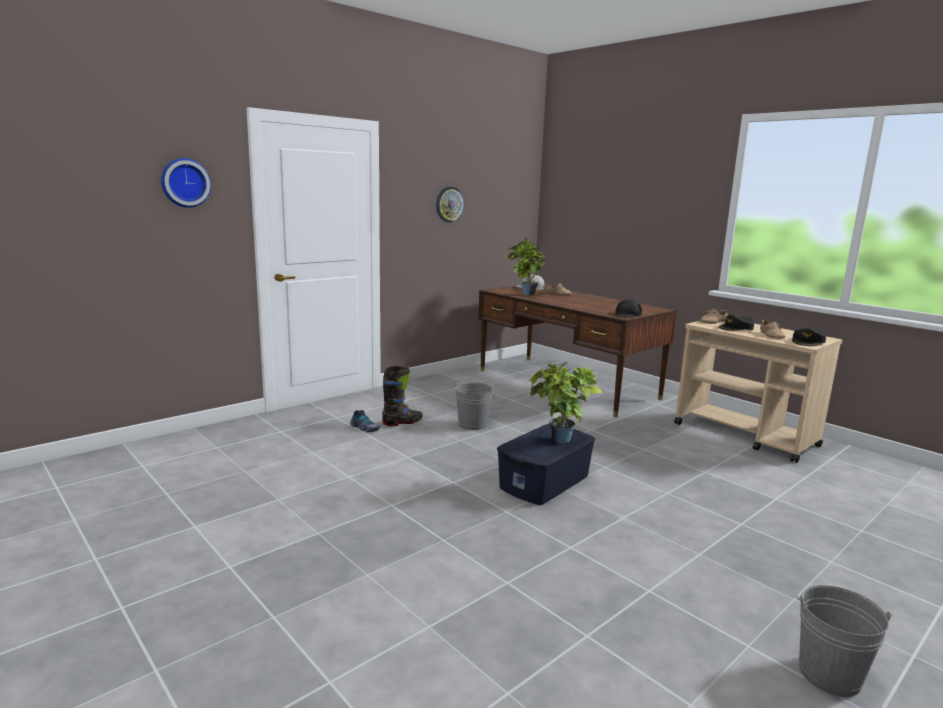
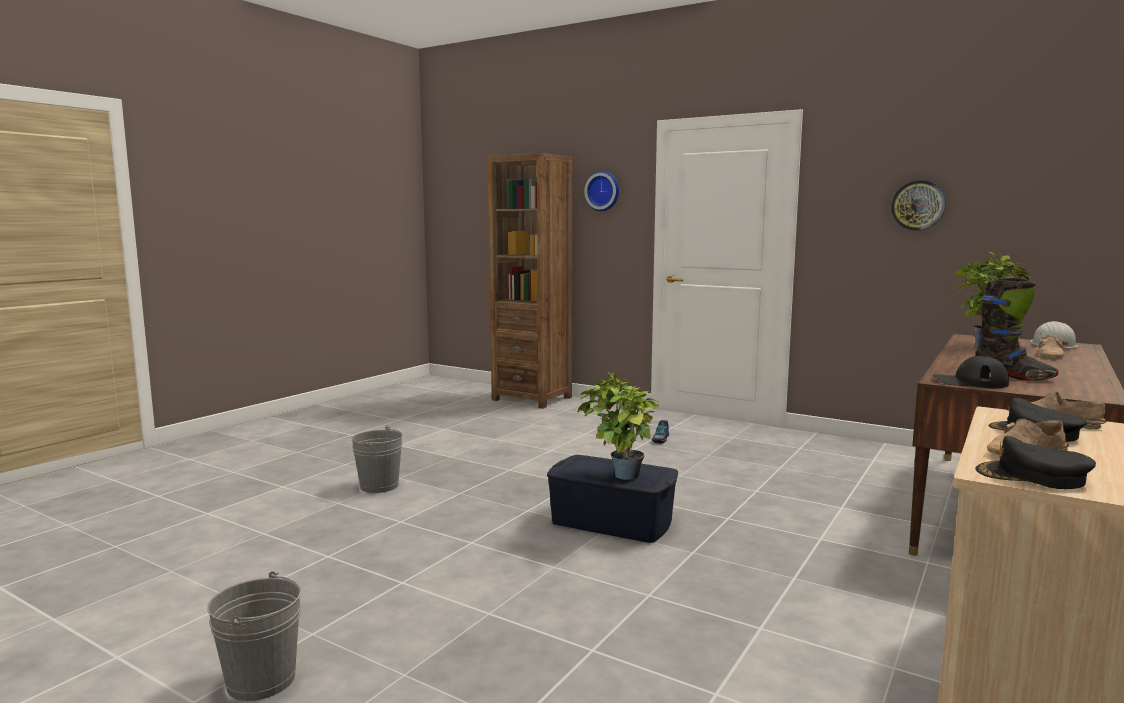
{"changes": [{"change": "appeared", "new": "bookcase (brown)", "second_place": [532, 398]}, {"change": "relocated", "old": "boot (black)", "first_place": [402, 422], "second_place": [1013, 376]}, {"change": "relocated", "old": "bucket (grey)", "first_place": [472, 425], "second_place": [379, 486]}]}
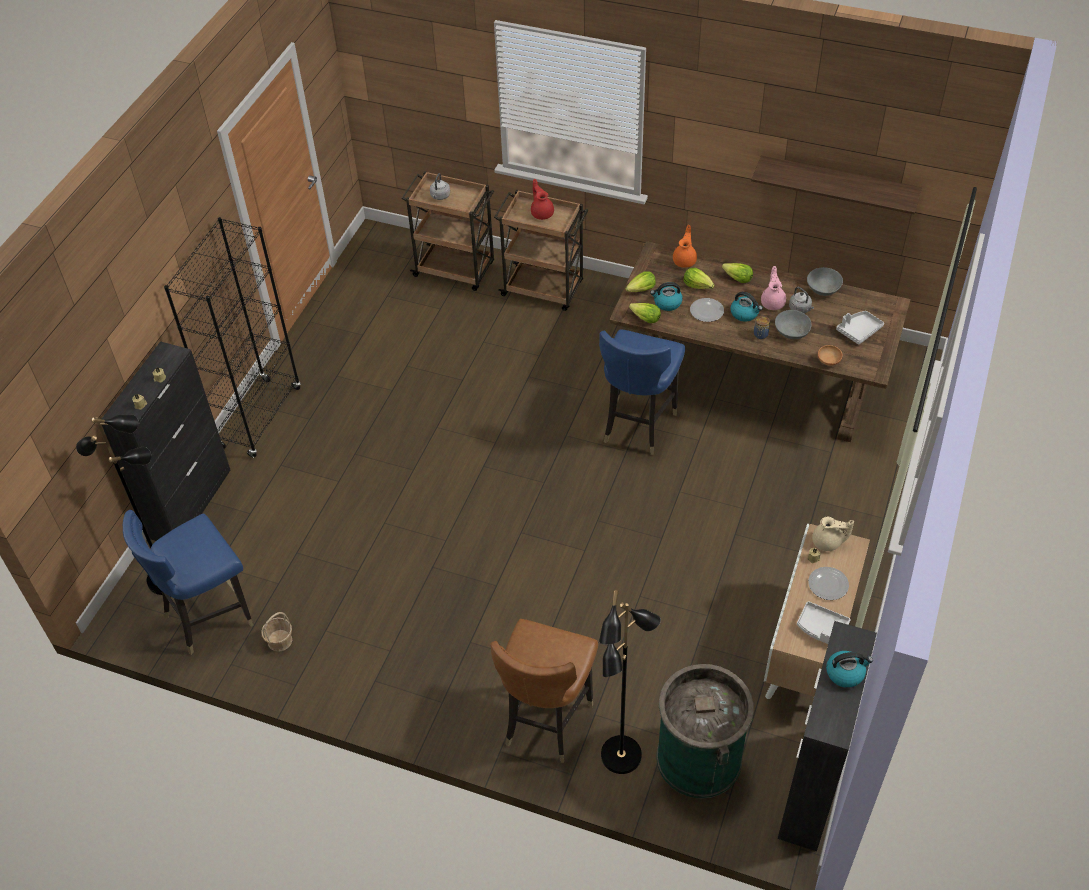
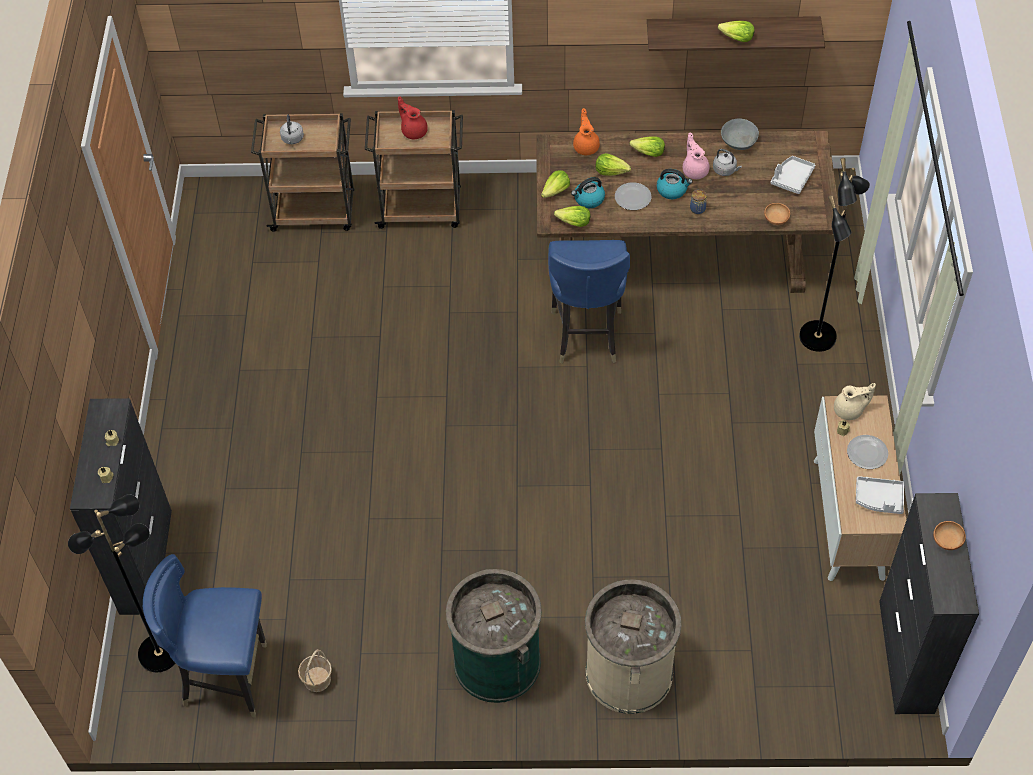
{"changes": [{"change": "missing", "old": "bookcase (black)", "first_place": [260, 417]}, {"change": "missing", "old": "bowl (grey)", "first_place": [791, 332]}, {"change": "appeared", "new": "lettuce", "second_place": [736, 38]}, {"change": "relocated", "old": "floor lamp (black)", "first_place": [622, 756], "second_place": [818, 337]}, {"change": "relocated", "old": "trash can (green)", "first_place": [698, 758], "second_place": [497, 662]}, {"change": "exchanged", "old": "chair (brown)", "new": "trash can (beige)", "first_place": [546, 721], "second_place": [629, 673]}, {"change": "exchanged", "old": "kettle", "new": "bowl (brown)", "first_place": [845, 673], "second_place": [946, 541]}, {"change": "spun", "old": "chair (blue)", "first_place": [209, 616], "second_place": [227, 678], "degrees": 60}]}
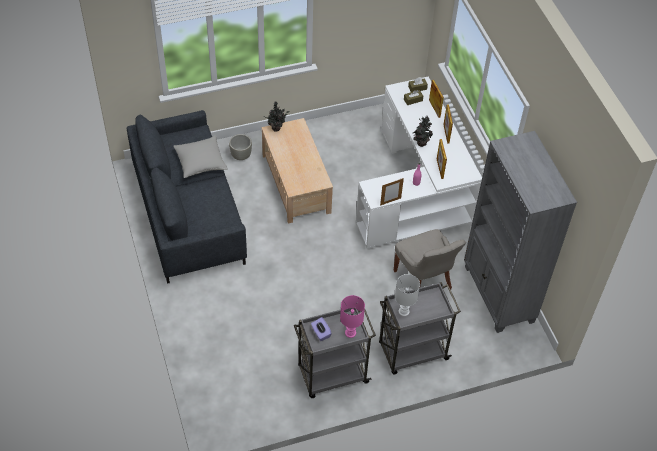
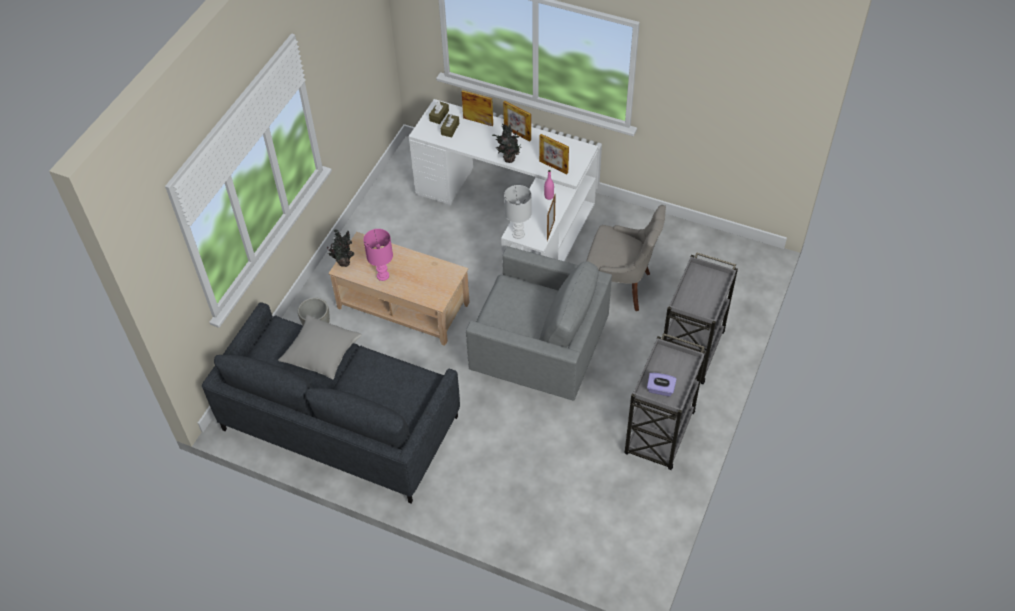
{"changes": [{"change": "missing", "old": "bookcase (grey)", "first_place": [498, 295]}, {"change": "appeared", "new": "armchair (grey)", "second_place": [538, 354]}, {"change": "relocated", "old": "table lamp (pink)", "first_place": [350, 333], "second_place": [382, 276]}, {"change": "relocated", "old": "table lamp (white)", "first_place": [404, 311], "second_place": [518, 233]}]}
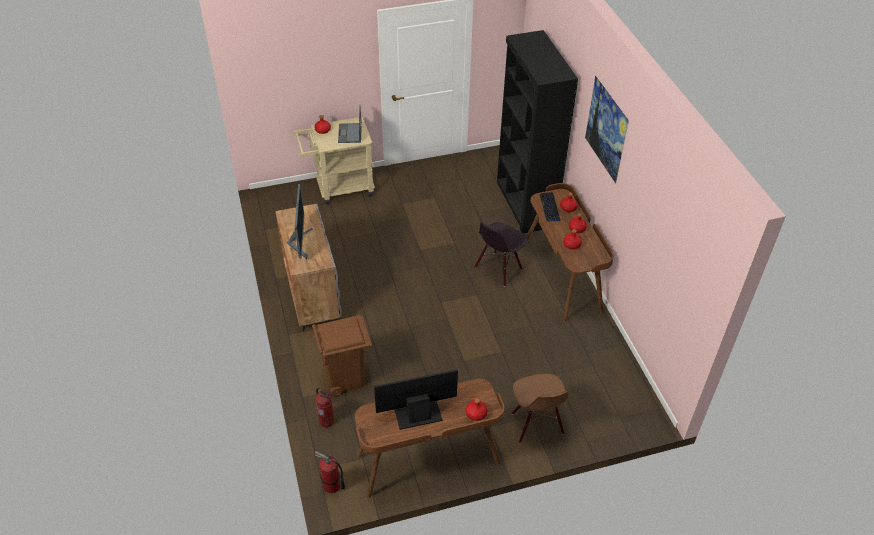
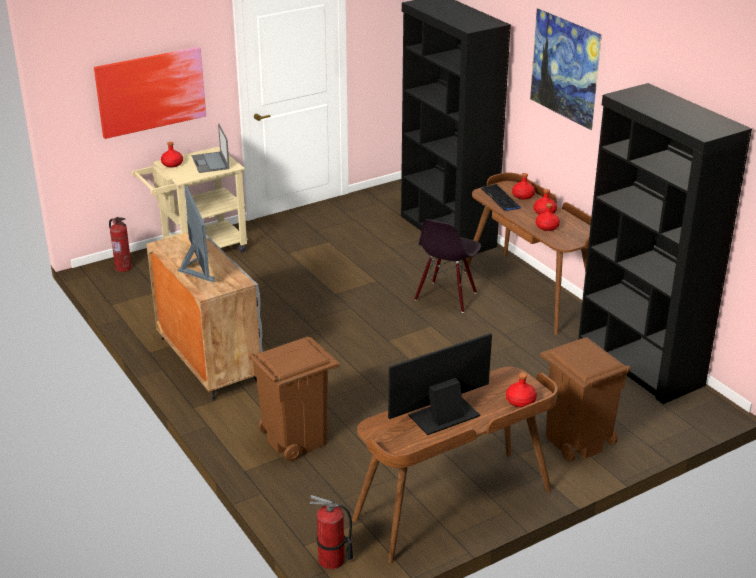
{"changes": [{"change": "appeared", "new": "picture", "second_place": [151, 91]}, {"change": "appeared", "new": "bookcase (black)", "second_place": [639, 363]}, {"change": "relocated", "old": "fire extinguisher", "first_place": [327, 421], "second_place": [123, 268]}, {"change": "exchanged", "old": "chair (brown)", "new": "trash can (brown)", "first_place": [536, 424], "second_place": [576, 440]}]}
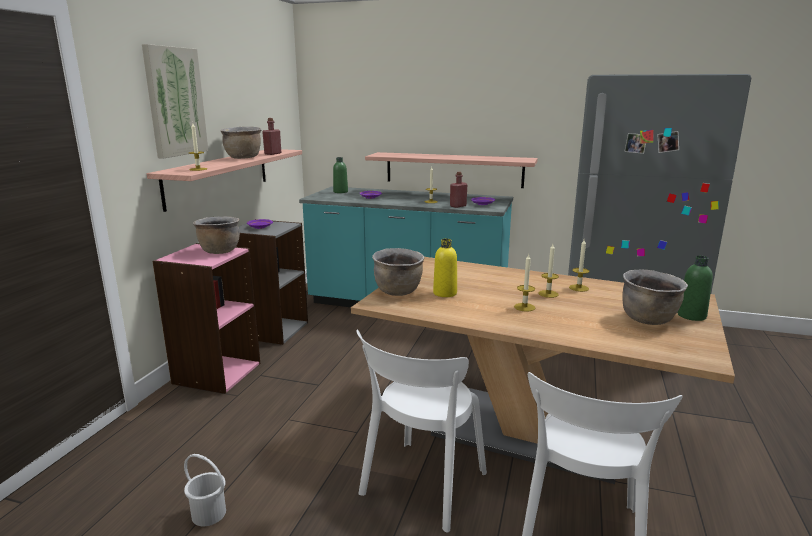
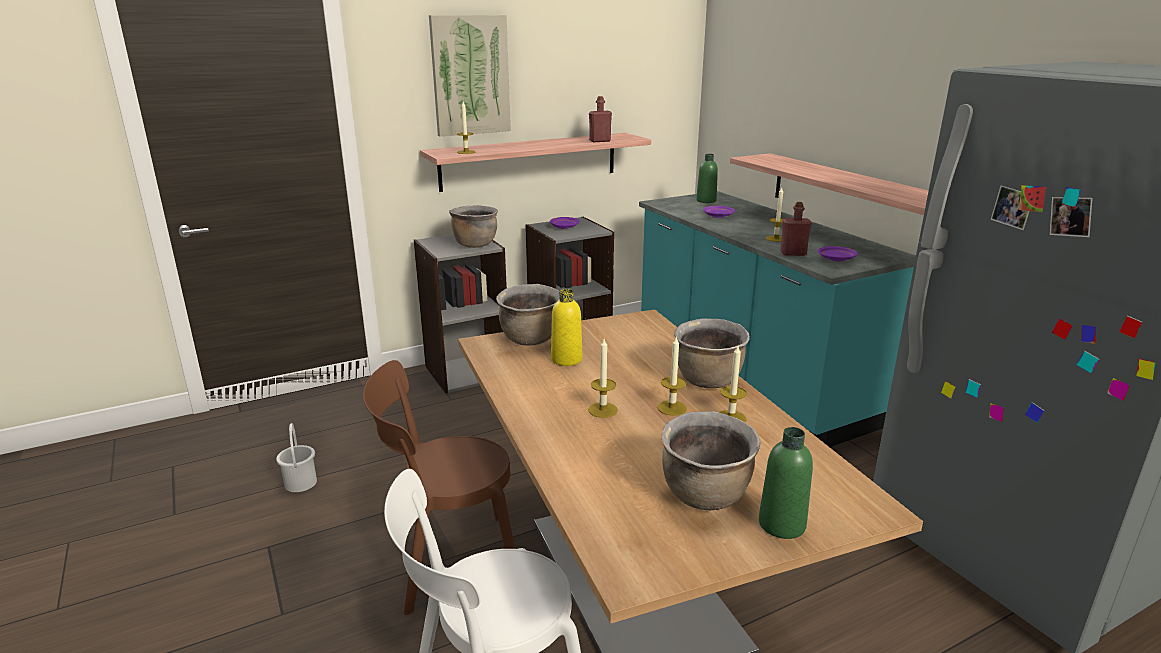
{"changes": [{"change": "relocated", "old": "cooking pot (brown)", "first_place": [243, 158], "second_place": [708, 381]}, {"change": "colour", "old": "bookcase (pink)", "new": "bookcase (grey)", "first_place": [216, 373], "second_place": [467, 372]}, {"change": "colour", "old": "chair (white)", "new": "chair (brown)", "first_place": [421, 486], "second_place": [450, 563]}]}
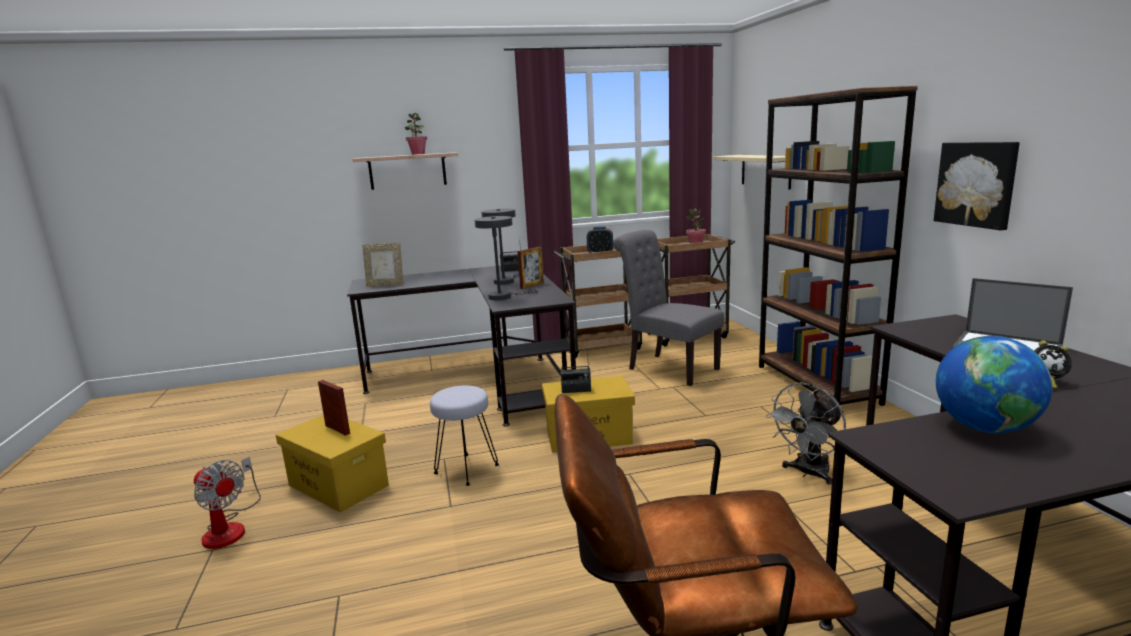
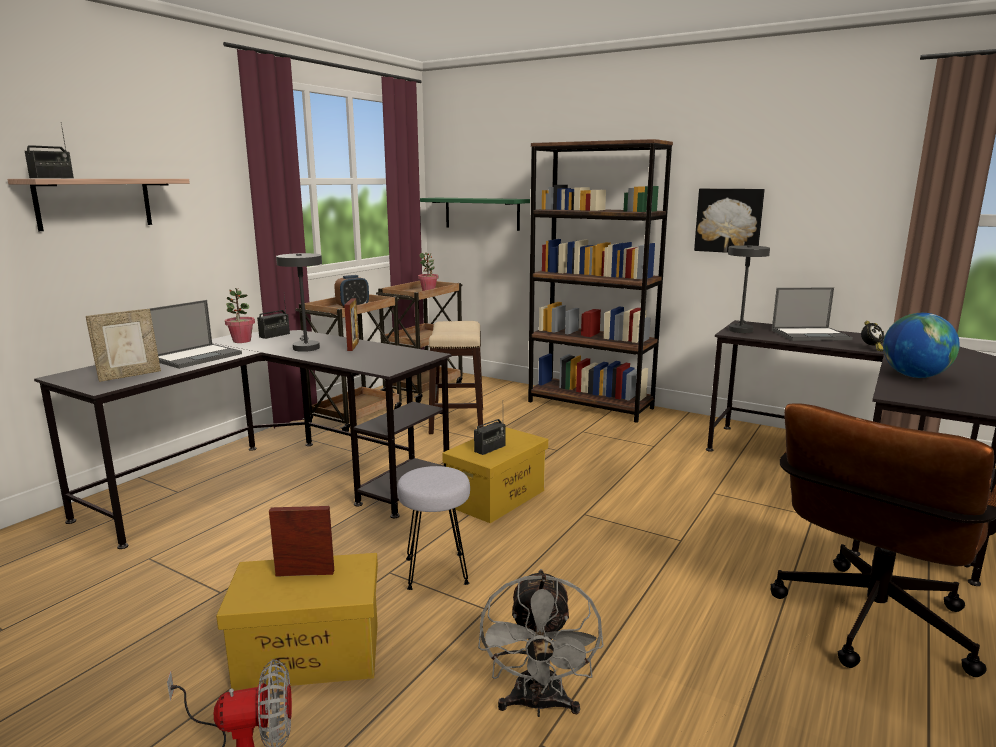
{"changes": [{"change": "appeared", "new": "radio", "second_place": [52, 178]}, {"change": "appeared", "new": "laptop", "second_place": [197, 356]}, {"change": "relocated", "old": "potted plant", "first_place": [418, 154], "second_place": [241, 341]}, {"change": "relocated", "old": "table lamp (grey)", "first_place": [503, 296], "second_place": [740, 329]}, {"change": "relocated", "old": "fan (grey)", "first_place": [808, 473], "second_place": [538, 705]}, {"change": "exchanged", "old": "chair (grey)", "new": "stool", "first_place": [668, 368], "second_place": [457, 420]}, {"change": "colour", "old": "shelf (beige)", "new": "shelf (green)", "first_place": [765, 171], "second_place": [482, 213]}]}
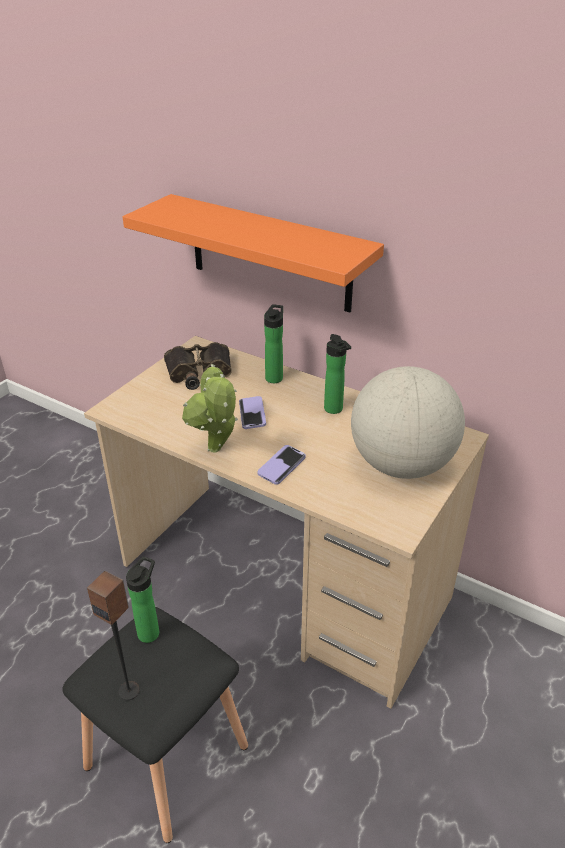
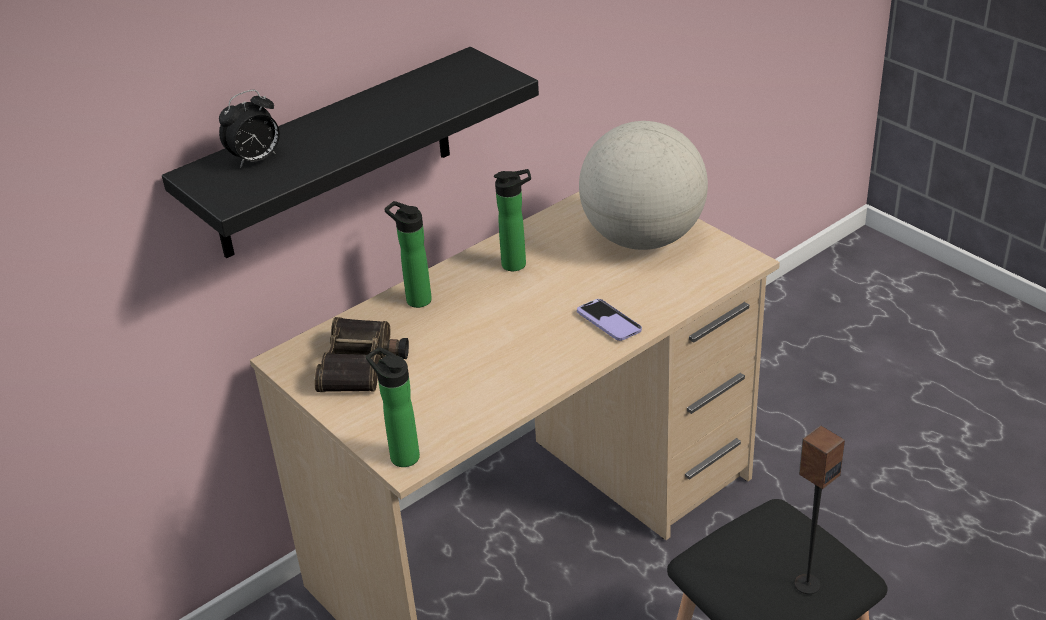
{"changes": [{"change": "missing", "old": "potted plant", "first_place": [216, 451]}, {"change": "missing", "old": "phone", "first_place": [252, 414]}, {"change": "appeared", "new": "alarm clock", "second_place": [256, 160]}, {"change": "relocated", "old": "bottle", "first_place": [150, 631], "second_place": [401, 455]}, {"change": "colour", "old": "shelf (orange)", "new": "shelf (black)", "first_place": [269, 253], "second_place": [334, 155]}]}
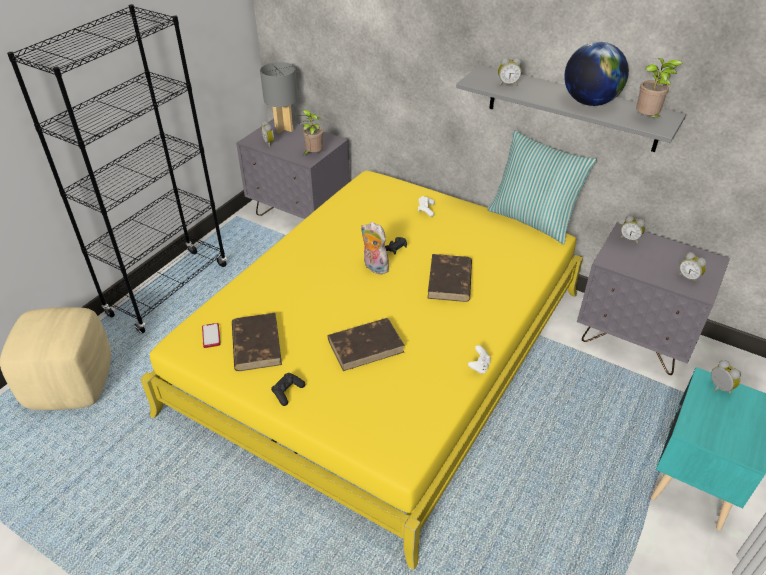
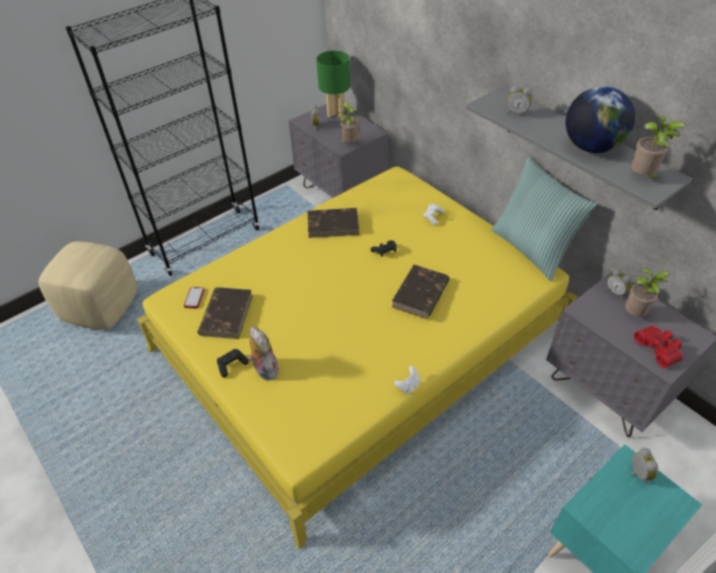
{"changes": [{"change": "appeared", "new": "potted plant", "second_place": [635, 314]}, {"change": "relocated", "old": "book (brown)", "first_place": [366, 346], "second_place": [333, 224]}, {"change": "relocated", "old": "plush toy", "first_place": [374, 267], "second_place": [264, 369]}, {"change": "exchanged", "old": "alarm clock", "new": "binoculars (red)", "first_place": [689, 278], "second_place": [659, 349]}, {"change": "colour", "old": "table lamp (grey)", "new": "table lamp (green)", "first_place": [284, 128], "second_place": [336, 113]}]}
